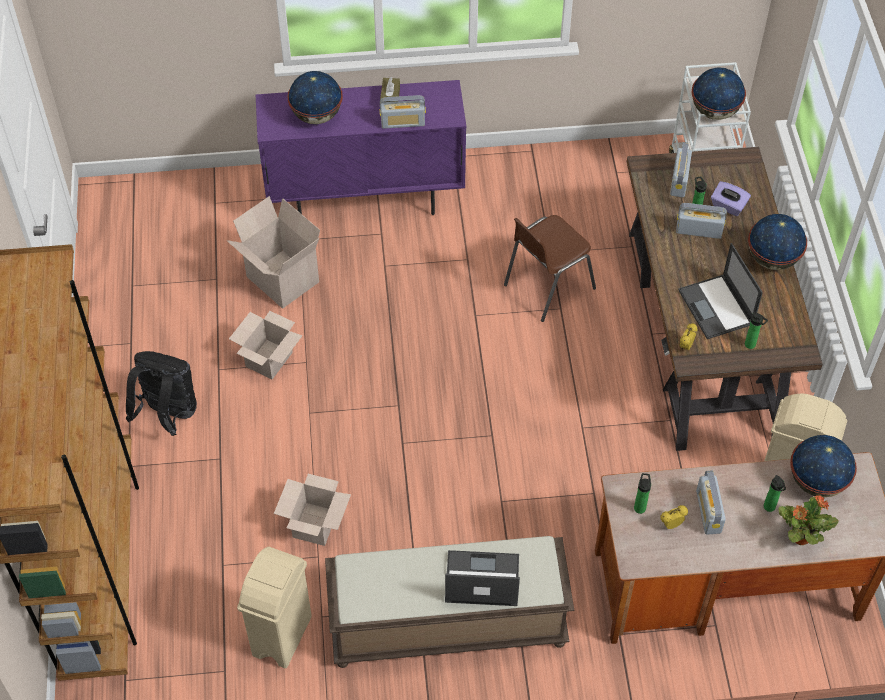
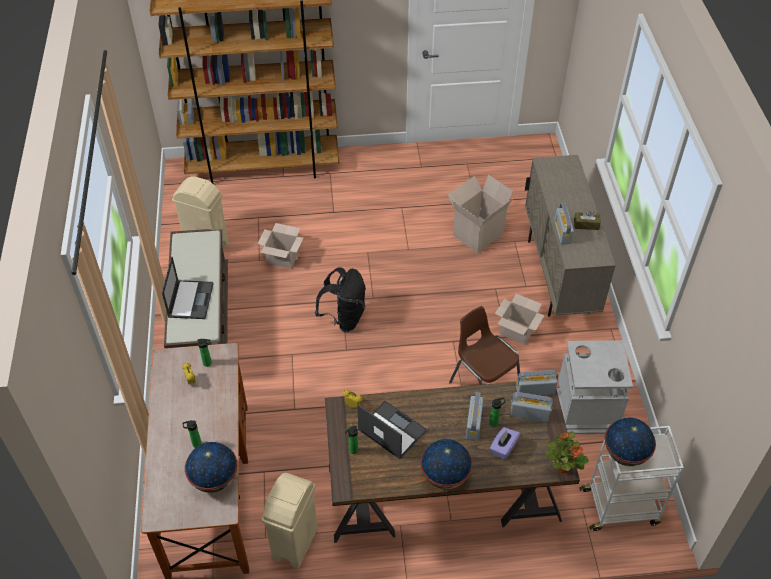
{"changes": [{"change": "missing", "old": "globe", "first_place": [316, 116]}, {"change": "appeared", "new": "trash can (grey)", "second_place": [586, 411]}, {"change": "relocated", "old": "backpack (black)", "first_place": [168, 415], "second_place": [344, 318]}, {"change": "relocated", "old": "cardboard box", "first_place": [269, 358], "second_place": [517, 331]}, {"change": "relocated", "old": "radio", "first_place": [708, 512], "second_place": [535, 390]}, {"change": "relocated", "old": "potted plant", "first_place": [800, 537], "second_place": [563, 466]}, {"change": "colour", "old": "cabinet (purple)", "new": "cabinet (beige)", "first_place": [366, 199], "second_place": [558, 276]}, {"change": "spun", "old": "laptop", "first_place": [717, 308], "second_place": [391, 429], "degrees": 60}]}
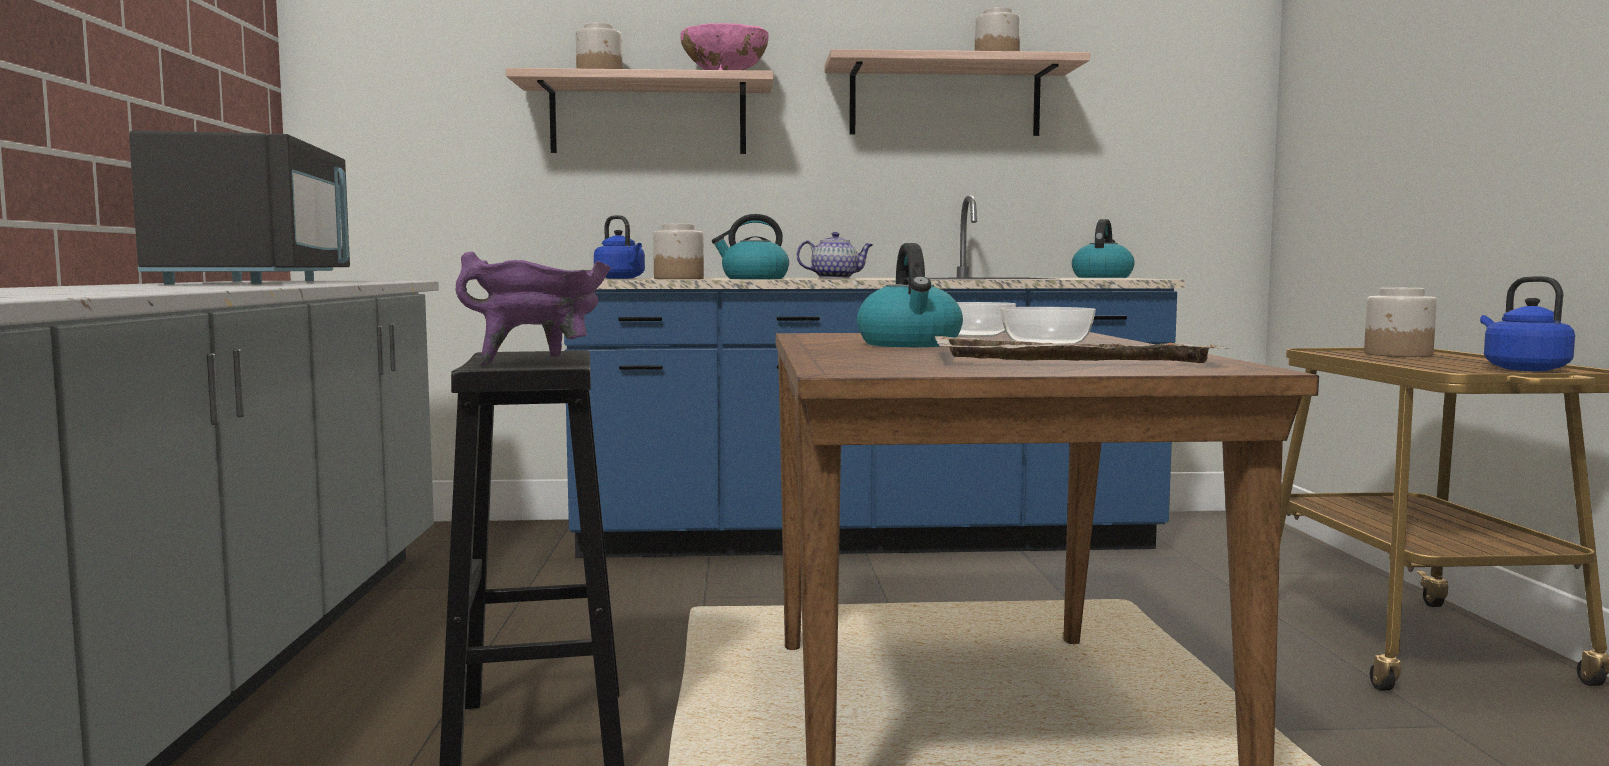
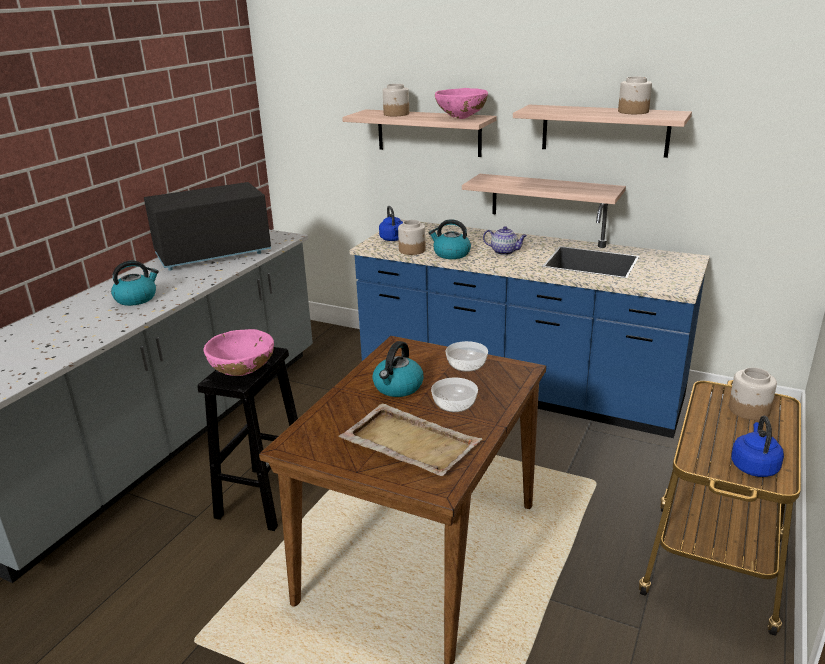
{"changes": [{"change": "appeared", "new": "shelf", "second_place": [548, 199]}, {"change": "relocated", "old": "kettle", "first_place": [1102, 277], "second_place": [136, 298]}, {"change": "exchanged", "old": "cooking pot (purple)", "new": "bowl (pink)", "first_place": [541, 362], "second_place": [243, 373]}, {"change": "spun", "old": "microwave (black)", "first_place": [258, 282], "second_place": [212, 254], "degrees": -135}]}
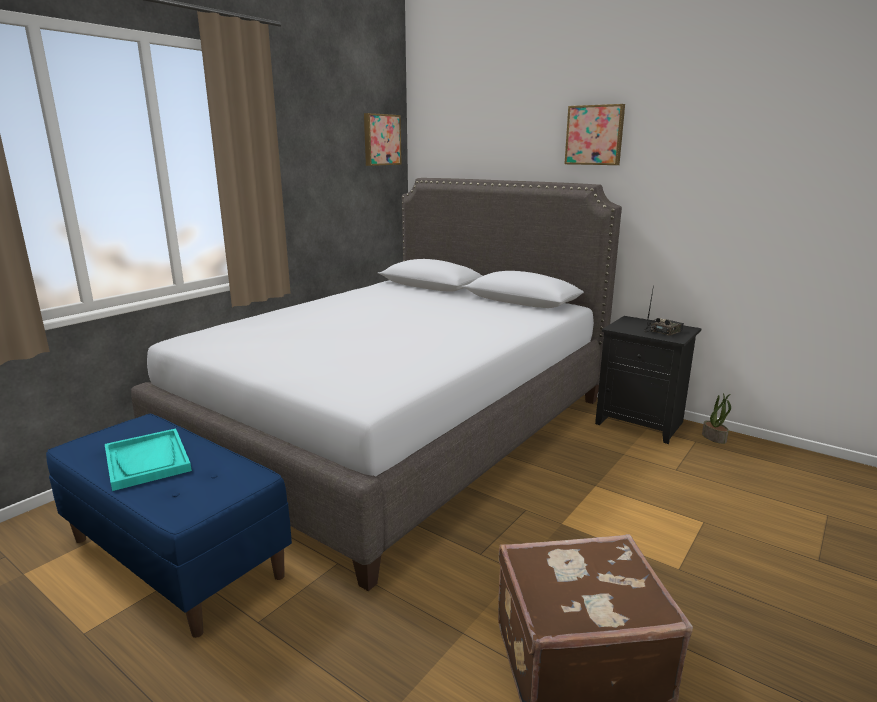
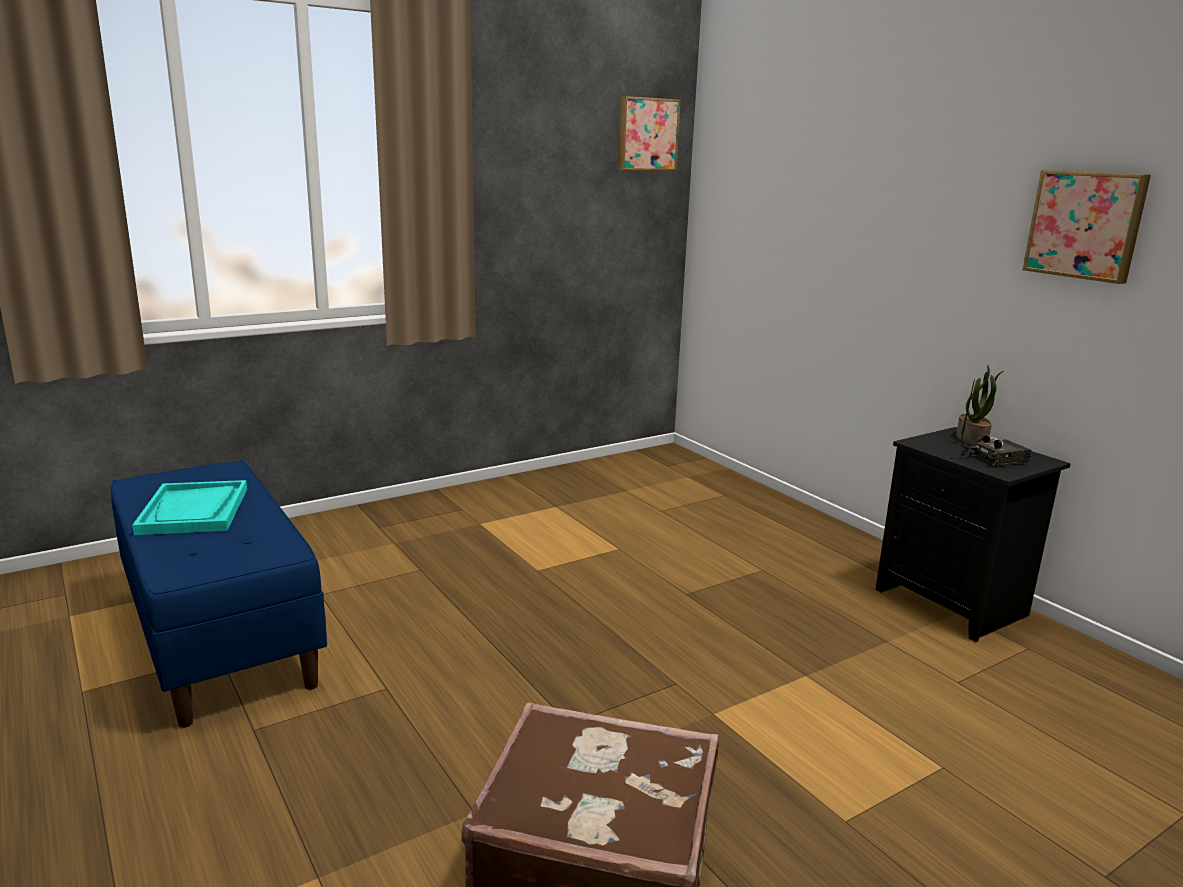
{"changes": [{"change": "missing", "old": "bed (grey)", "first_place": [399, 430]}, {"change": "relocated", "old": "picture", "first_place": [595, 135], "second_place": [1086, 225]}, {"change": "relocated", "old": "potted plant", "first_place": [714, 438], "second_place": [972, 439]}]}
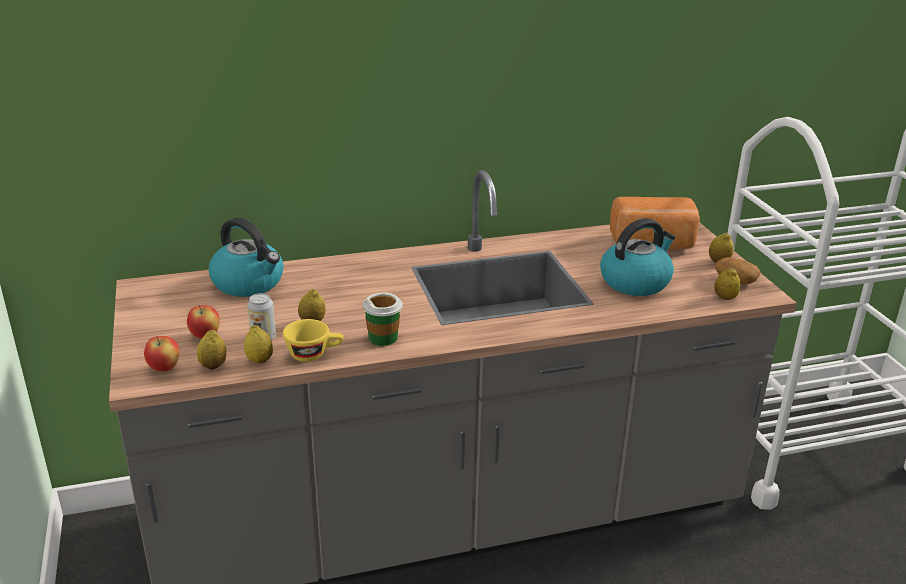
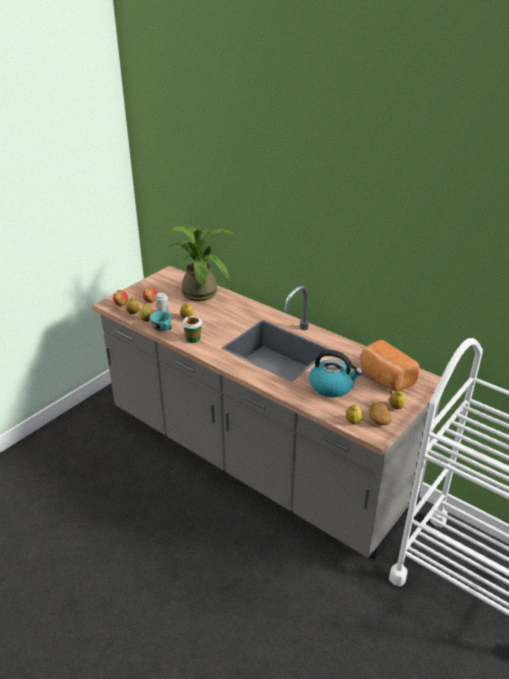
{"changes": [{"change": "exchanged", "old": "kettle", "new": "potted plant", "first_place": [249, 283], "second_place": [199, 291]}, {"change": "colour", "old": "cup (yellow)", "new": "cup (turquoise)", "first_place": [314, 354], "second_place": [163, 329]}]}
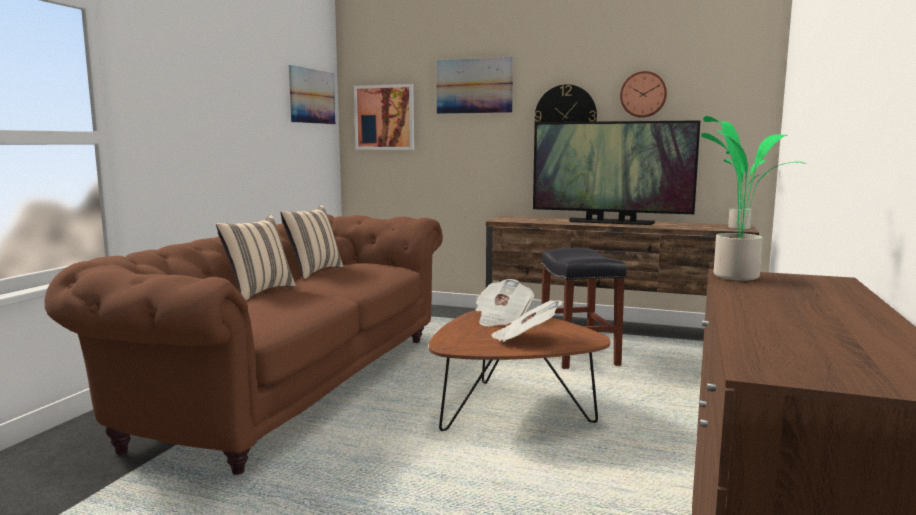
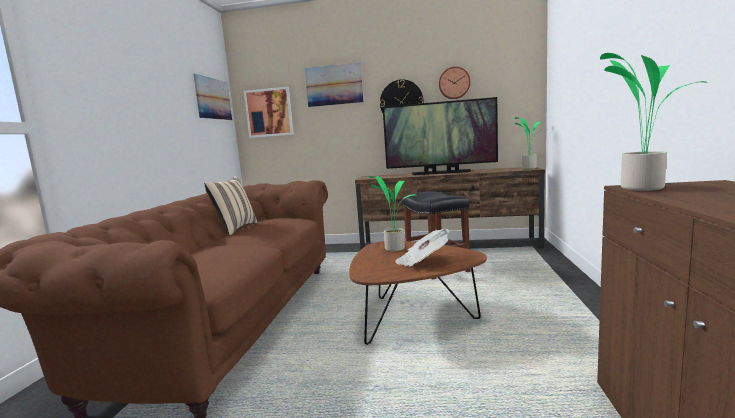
{"changes": [{"change": "missing", "old": "pillow (beige)", "first_place": [258, 292]}, {"change": "exchanged", "old": "newspaper", "new": "potted plant", "first_place": [502, 319], "second_place": [394, 248]}]}
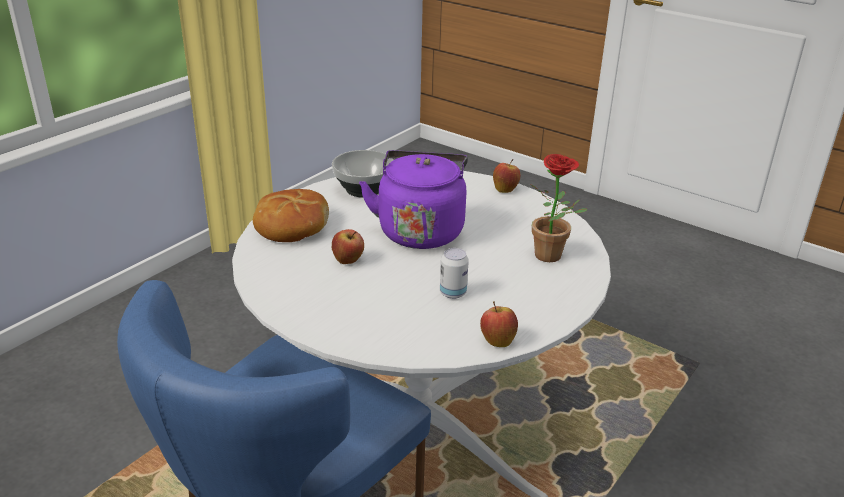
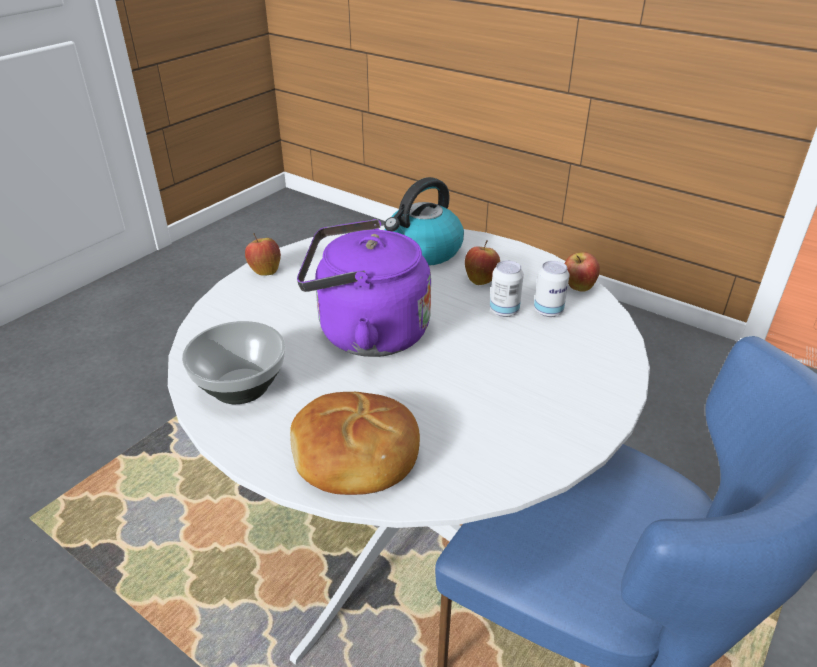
{"changes": [{"change": "appeared", "new": "can", "second_place": [548, 311]}, {"change": "relocated", "old": "apple", "first_place": [348, 261], "second_place": [481, 280]}, {"change": "exchanged", "old": "potted plant", "new": "kettle", "first_place": [553, 257], "second_place": [422, 251]}]}
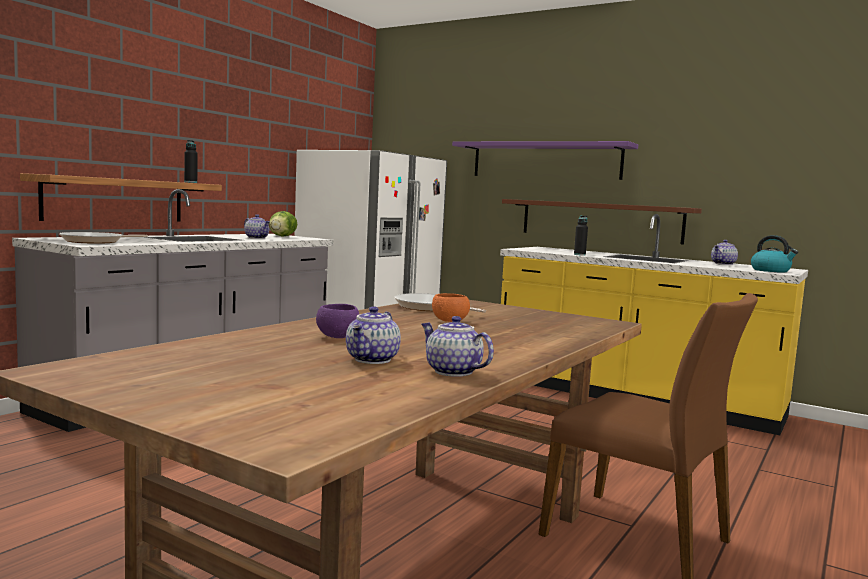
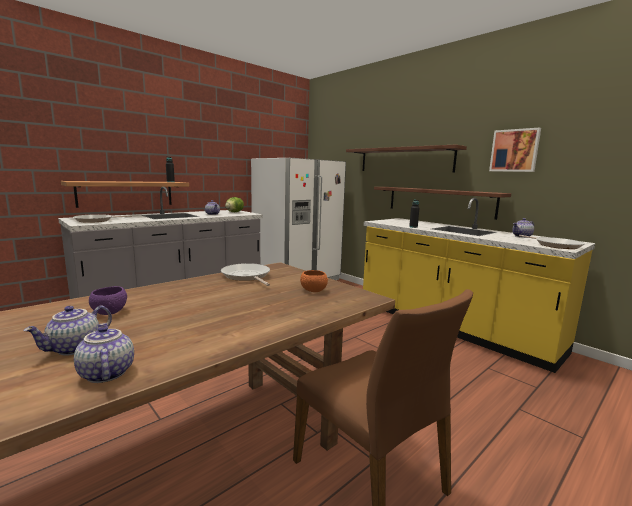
{"changes": [{"change": "appeared", "new": "picture", "second_place": [514, 150]}, {"change": "relocated", "old": "bowl (orange)", "first_place": [450, 321], "second_place": [313, 291]}, {"change": "exchanged", "old": "kettle", "new": "frying pan", "first_place": [771, 271], "second_place": [555, 245]}, {"change": "colour", "old": "shelf (purple)", "new": "shelf (brown)", "first_place": [545, 161], "second_place": [404, 160]}]}
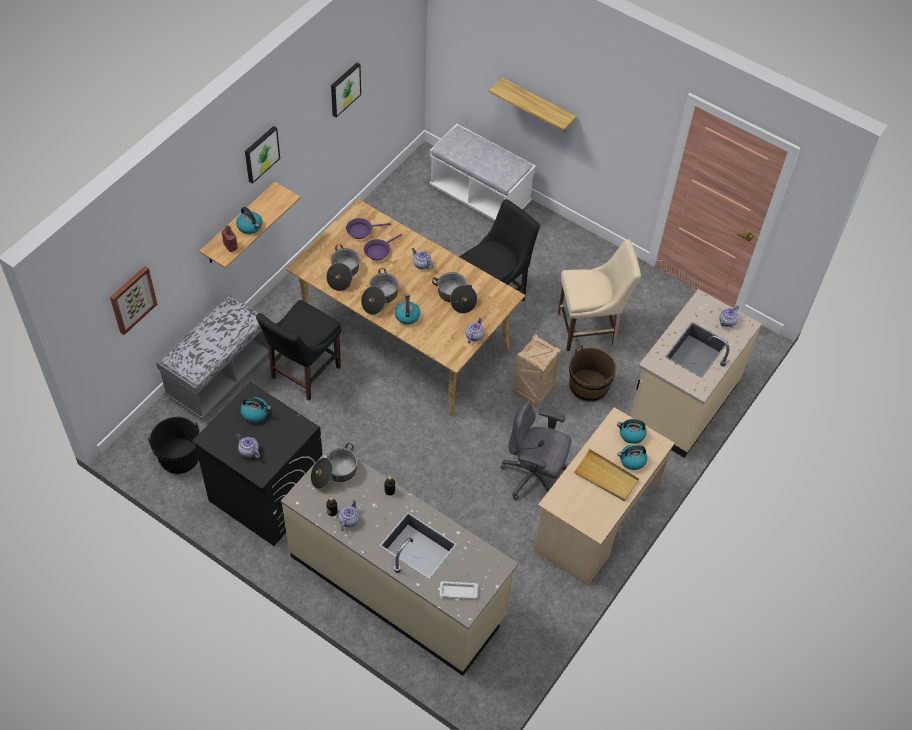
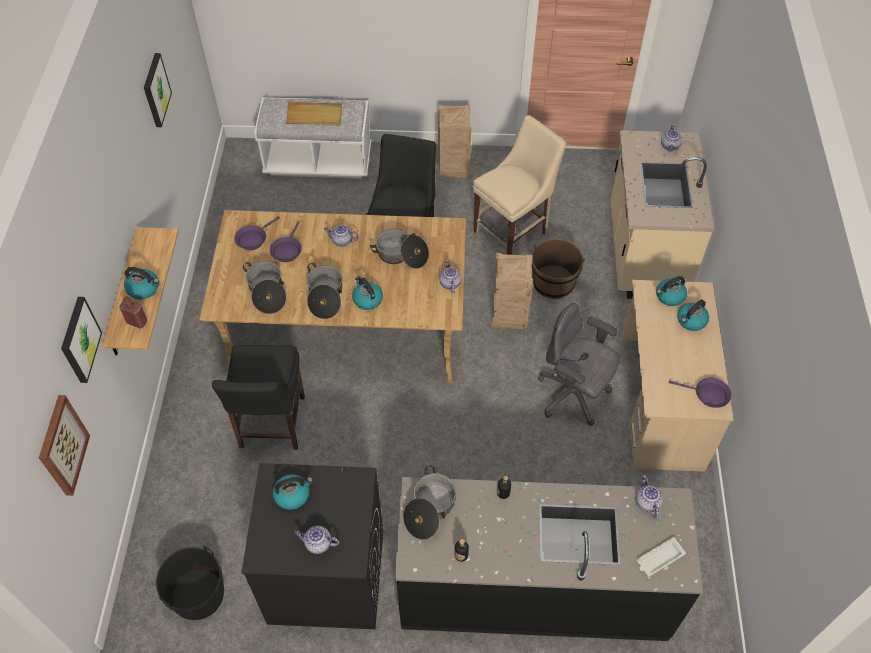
{"changes": [{"change": "missing", "old": "bench (grey)", "first_place": [219, 375]}, {"change": "missing", "old": "shelf", "first_place": [537, 106]}, {"change": "appeared", "new": "crate", "second_place": [452, 167]}, {"change": "appeared", "new": "frying pan (purple)", "second_place": [708, 395]}, {"change": "relocated", "old": "picture", "first_place": [261, 153], "second_place": [79, 340]}, {"change": "relocated", "old": "teapot", "first_place": [348, 520], "second_place": [646, 502]}, {"change": "relocated", "old": "tray (beige)", "first_place": [606, 477], "second_place": [314, 116]}, {"change": "colour", "old": "counter (beige)", "new": "counter (black)", "first_place": [398, 586], "second_place": [533, 588]}, {"change": "spun", "old": "office chair (grey)", "first_place": [534, 476], "second_place": [573, 395], "degrees": 45}]}
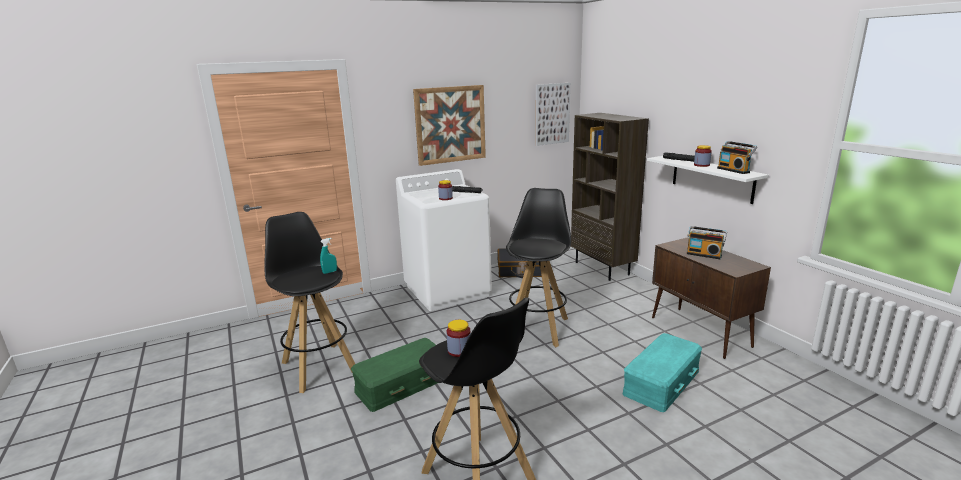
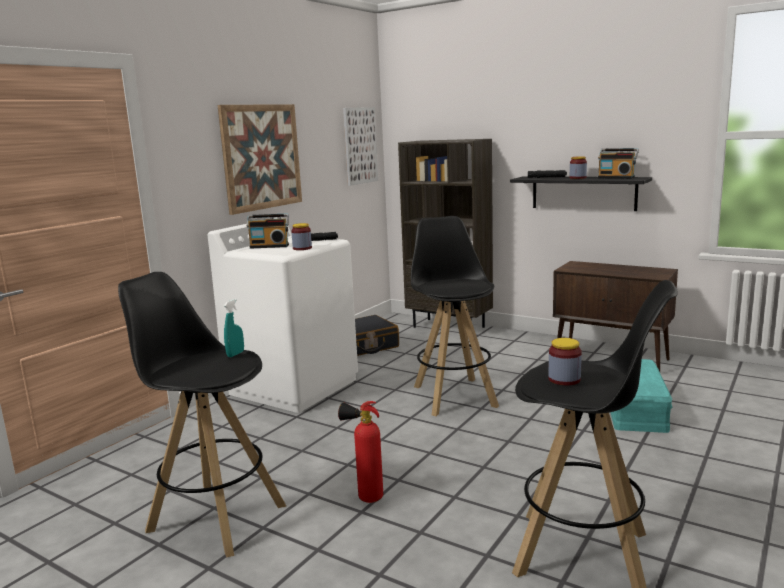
{"changes": [{"change": "relocated", "old": "radio", "first_place": [704, 254], "second_place": [270, 246]}, {"change": "exchanged", "old": "storage box (green)", "new": "fire extinguisher", "first_place": [401, 384], "second_place": [365, 497]}, {"change": "colour", "old": "shelf (white)", "new": "shelf (black)", "first_place": [712, 178], "second_place": [583, 193]}]}
